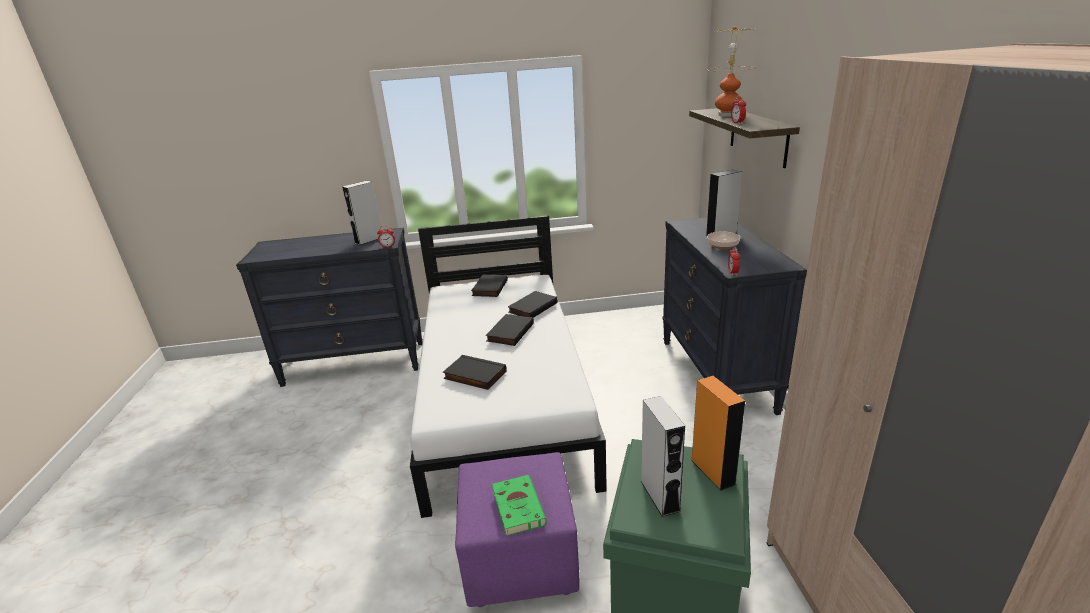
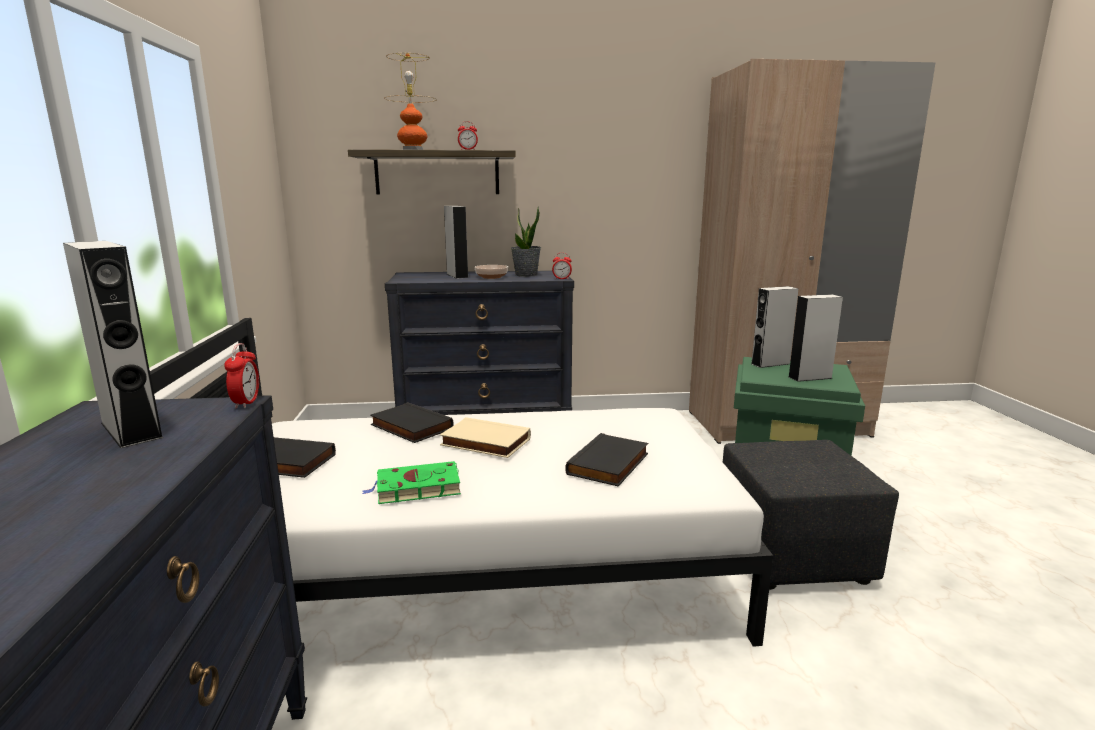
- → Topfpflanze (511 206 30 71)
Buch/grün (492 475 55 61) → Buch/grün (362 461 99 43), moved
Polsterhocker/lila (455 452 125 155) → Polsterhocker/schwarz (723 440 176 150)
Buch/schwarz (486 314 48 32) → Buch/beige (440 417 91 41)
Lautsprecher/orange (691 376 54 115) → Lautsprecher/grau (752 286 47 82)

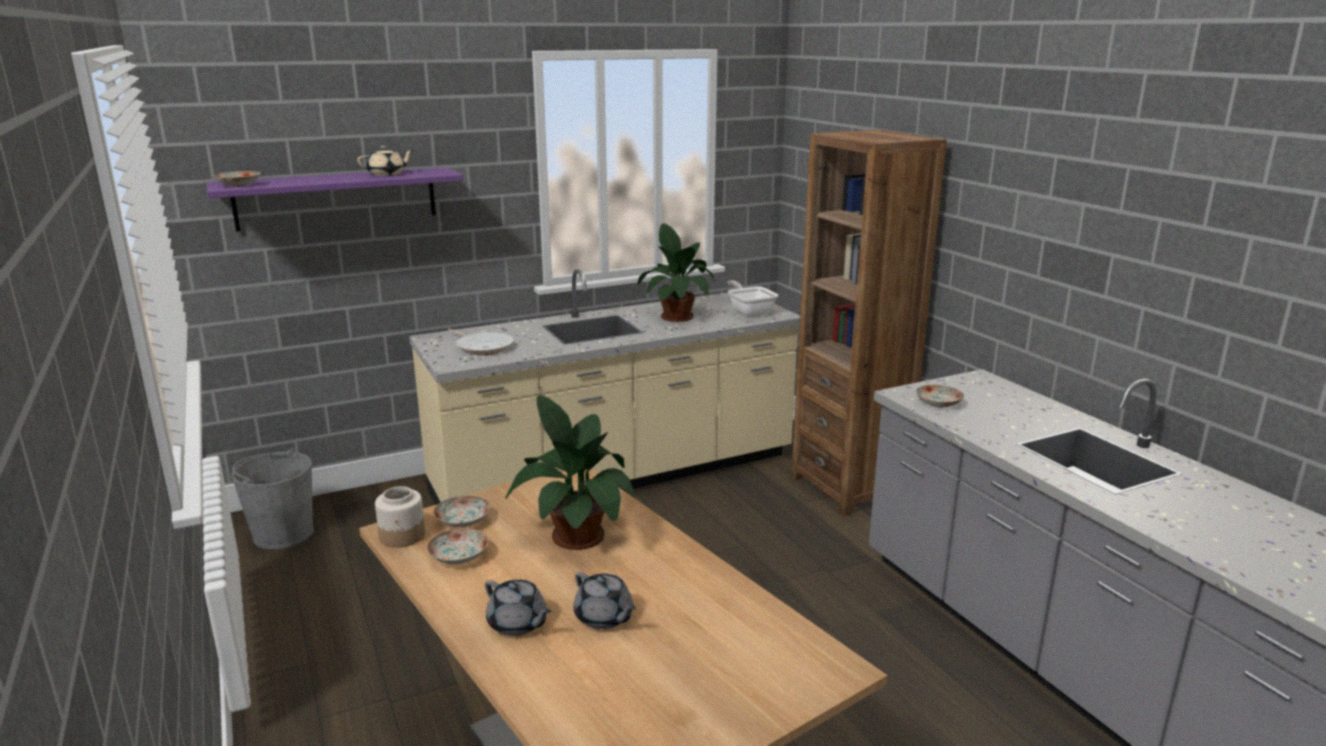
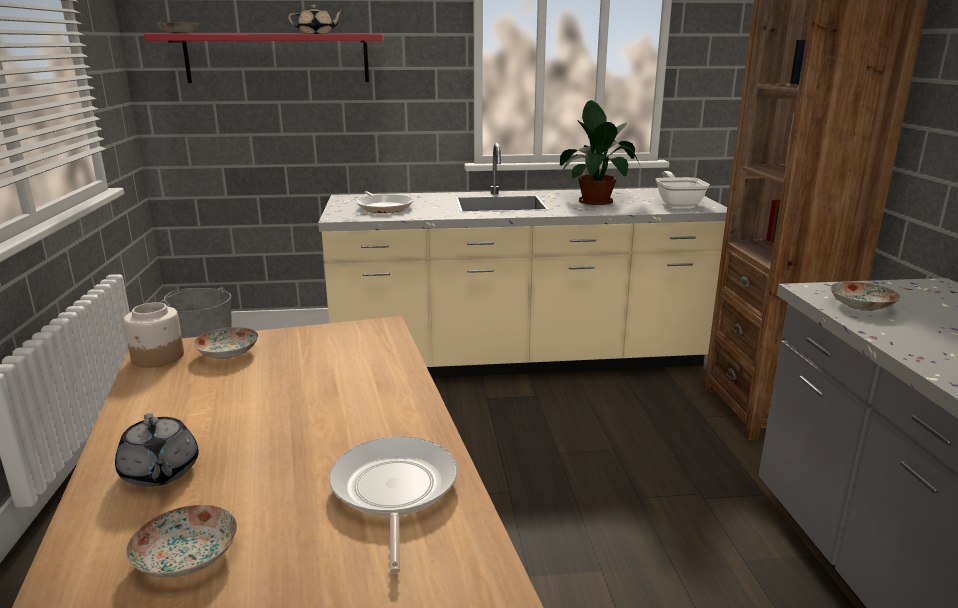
Topfpflanze (505 395 130 155) → -
Teekanne/grau (574 572 62 57) → -
- → Pfanne (329 436 129 138)
Teller (427 529 61 35) → Teller (125 505 112 72), moved
Wandregal/lila (207 167 256 65) → Wandregal/rot (144 34 240 49)

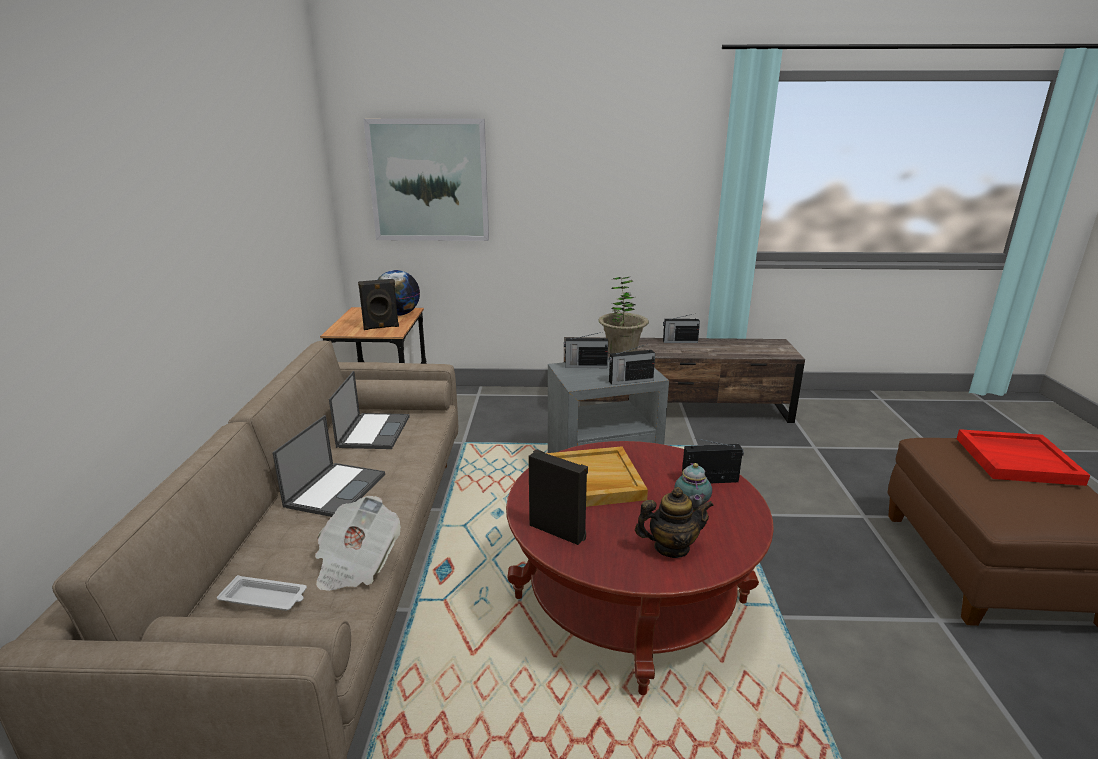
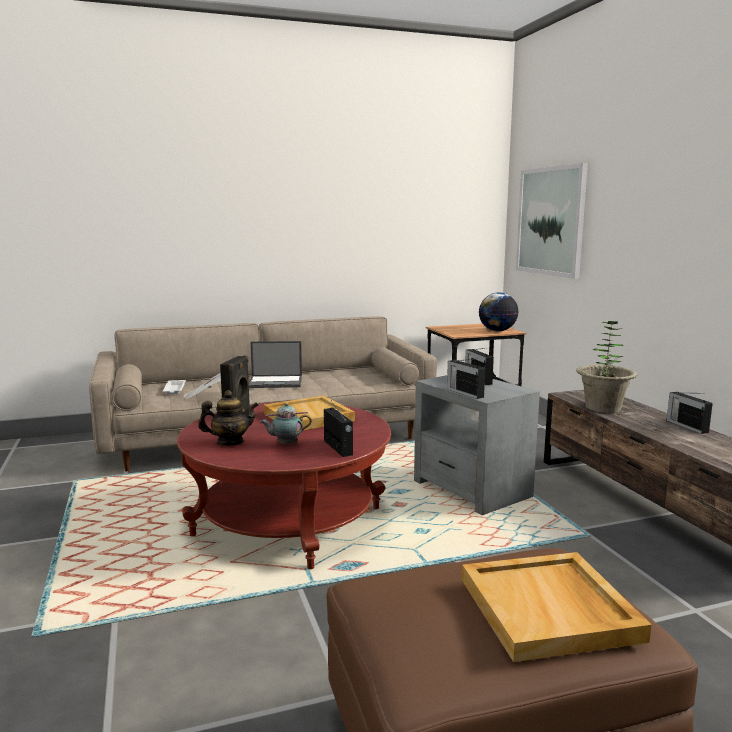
Laptop (329 371 81 78) → -
Lautsprecher/schwarz (358 279 41 51) → -
Tablett/rot (957 429 133 57) → Tablett/beige (462 552 189 110)
Teekanne (635 487 79 71) → Teekanne (198 390 61 56), 75 degrees counterclockwise

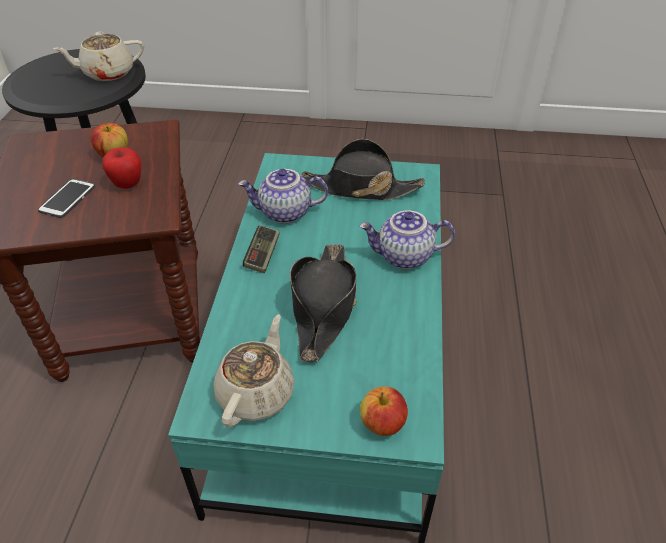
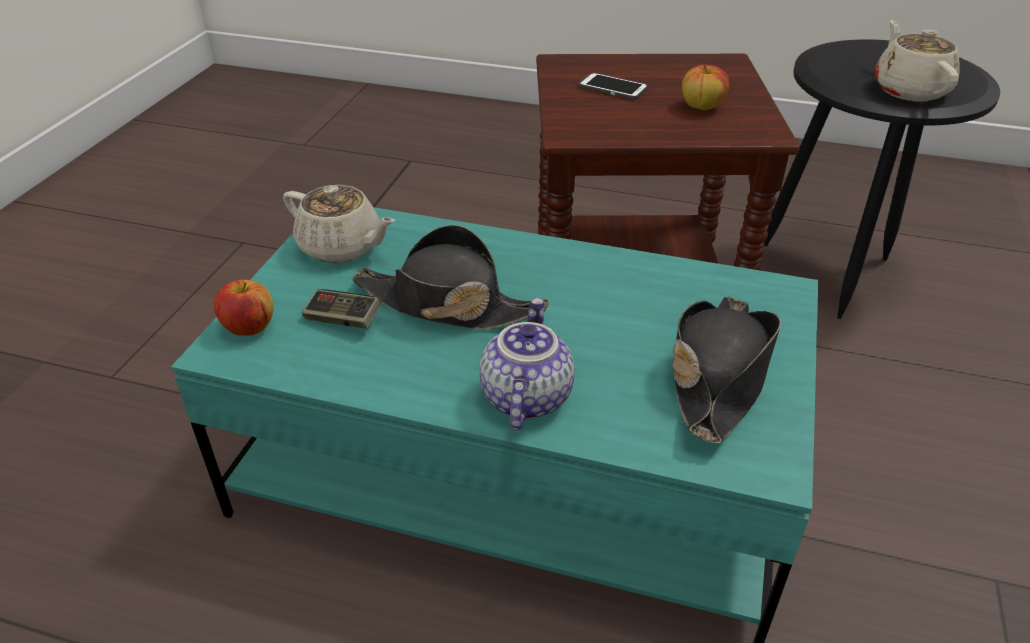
Apfel (102 147 39 42) → -
Teekanne (238 169 90 55) → -
Gamepad (243 225 37 48) → Gamepad (302 289 79 40), moved

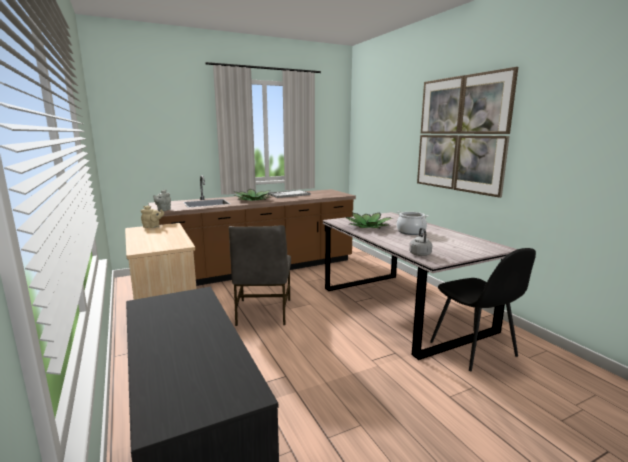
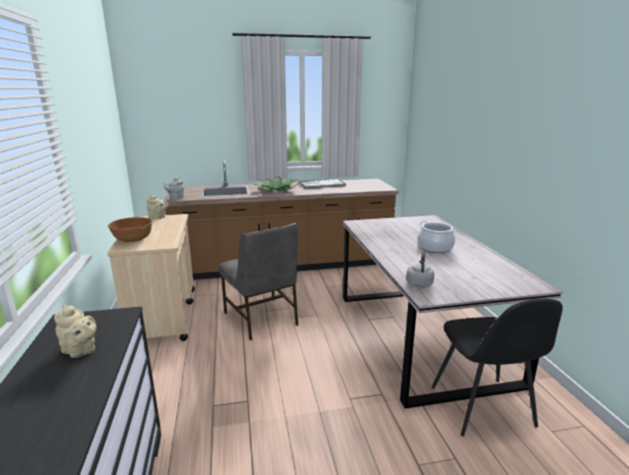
Topfpflanze (345 213 47 15) → -
Bild (417 67 101 131) → -
- → Teekanne/beige (54 305 42 53)
- → Schüssel/braun (108 217 45 25)
Stuhl/grau (229 225 62 101) → Stuhl/grau (219 223 79 118), 45 degrees counterclockwise

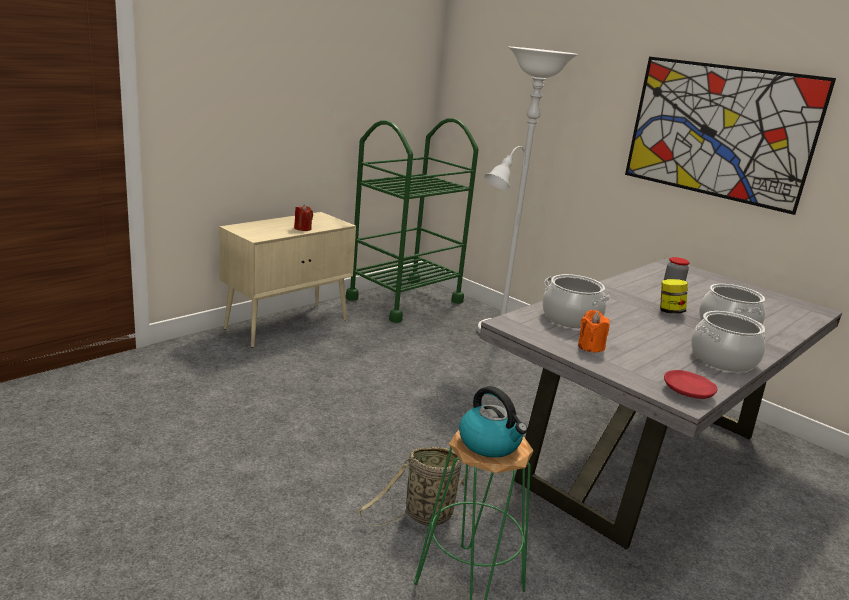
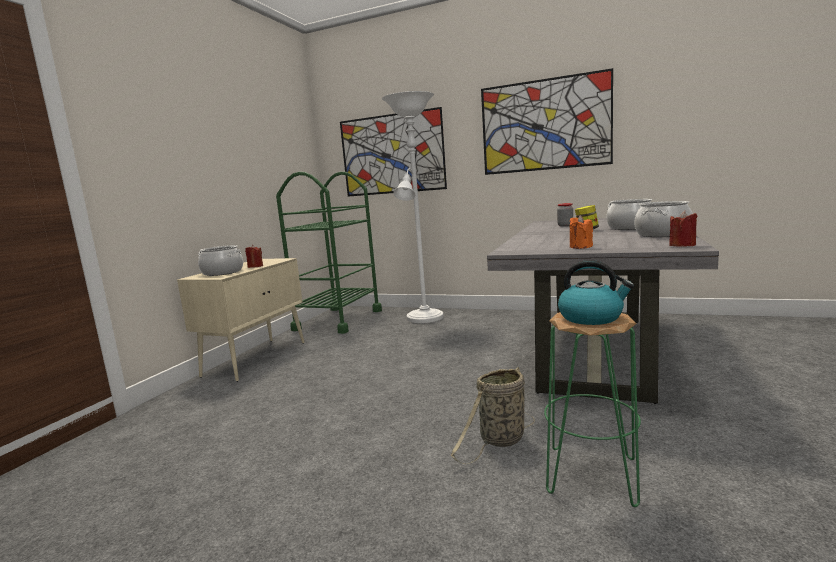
- → Bild (340 107 107 90)
Kochtopf (542 274 68 55) → Kochtopf (198 245 45 31), moved
Teller/rot (664 370 53 29) → Kerze/rot (669 211 28 36)

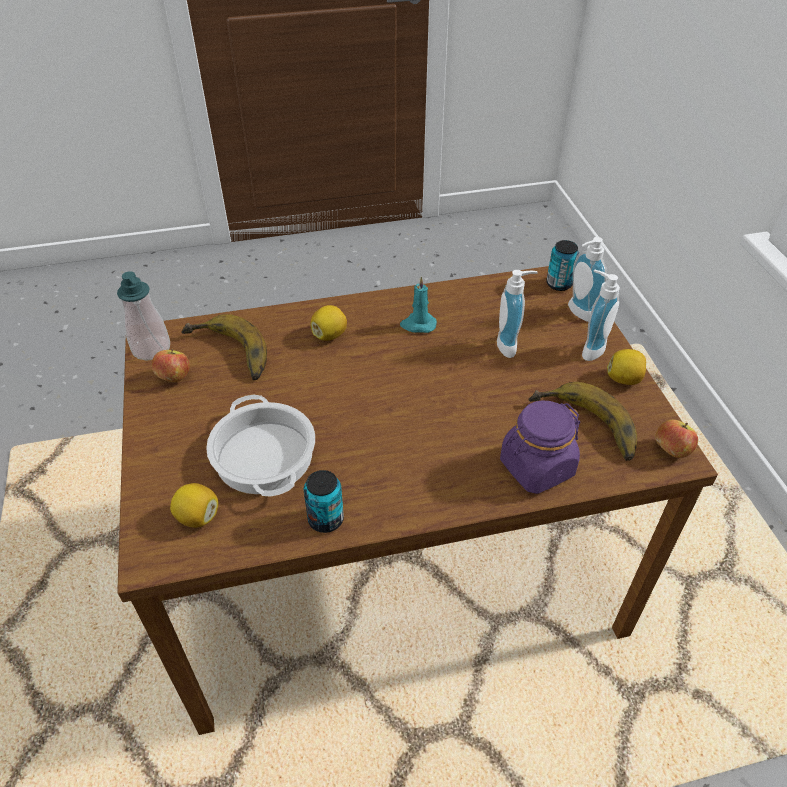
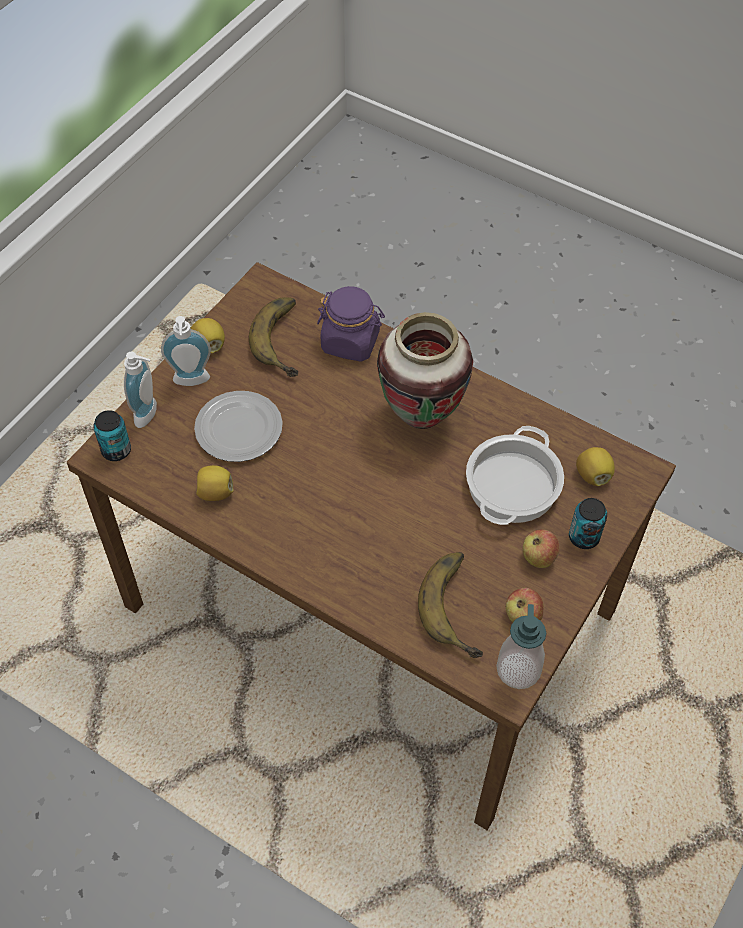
Kerze/türkis (400 277 37 56) → -
- → Vase (377 312 96 117)
Dose (304 470 40 63) → Dose (569 498 38 51), moved
Zitrone (310 305 37 36) → Zitrone (196 465 38 36), moved
Apfel (655 420 43 38) → Apfel (523 529 37 39), moved
Seifenspender (497 270 41 88) → Teller (194 391 89 71)

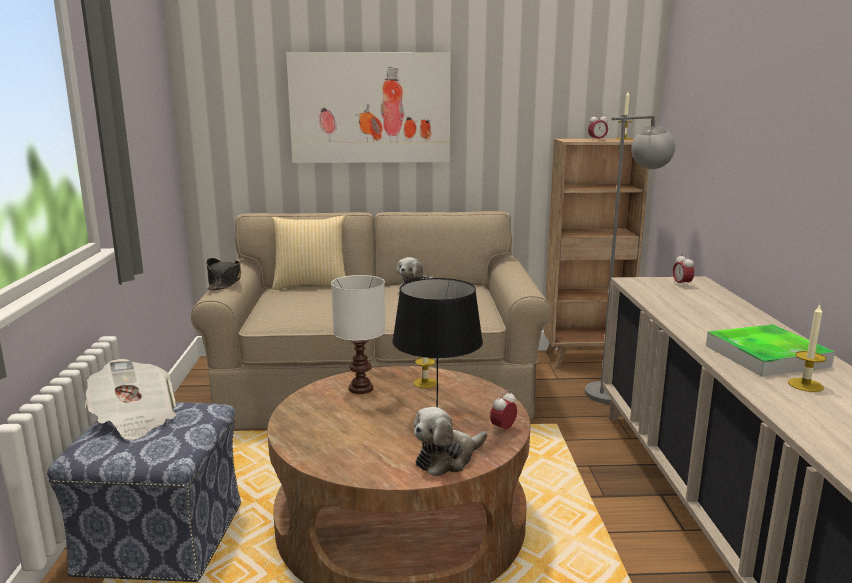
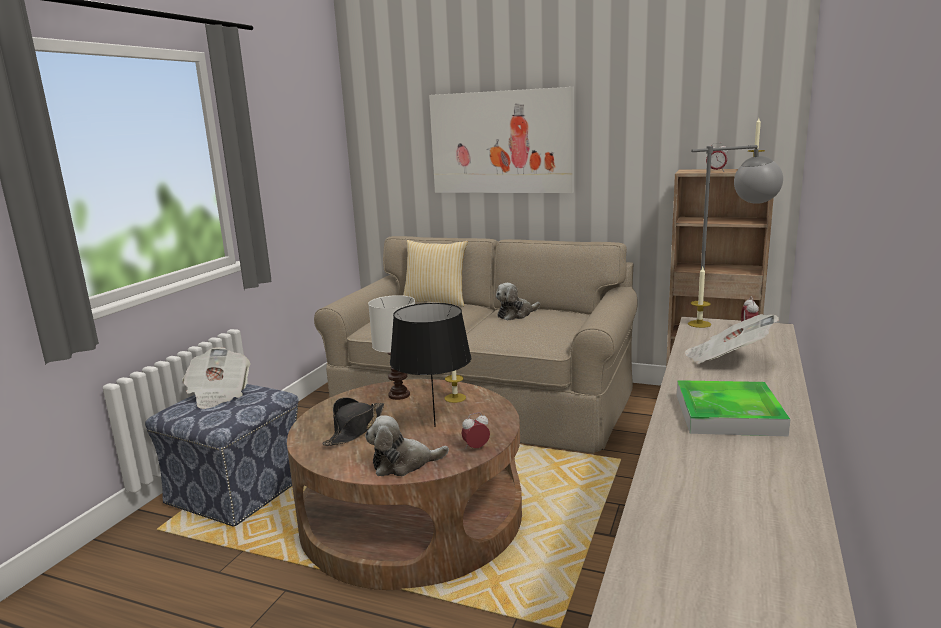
- → Zeitung (684 314 95 50)
Hut/schwarz (206 258 35 32) → Hut/schwarz (322 397 62 49), moved
Kerze (788 304 38 88) → Kerze (688 267 23 61), moved

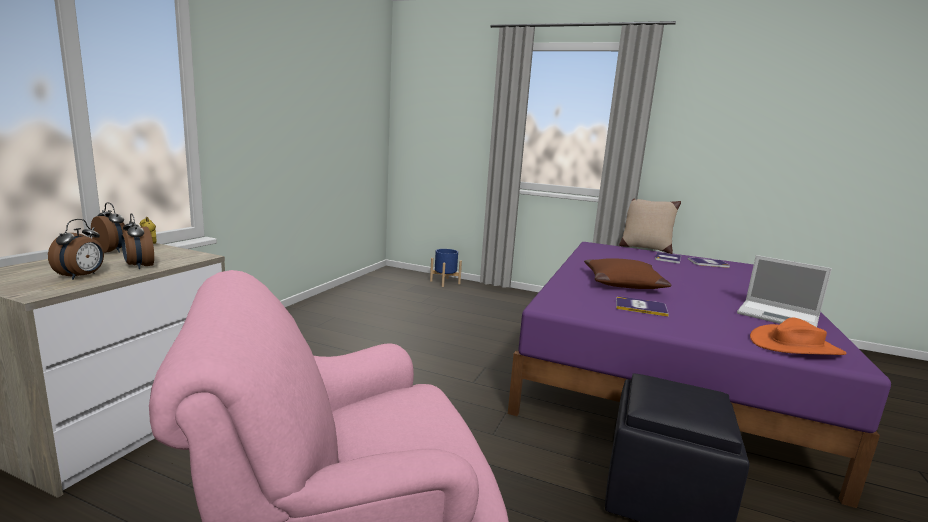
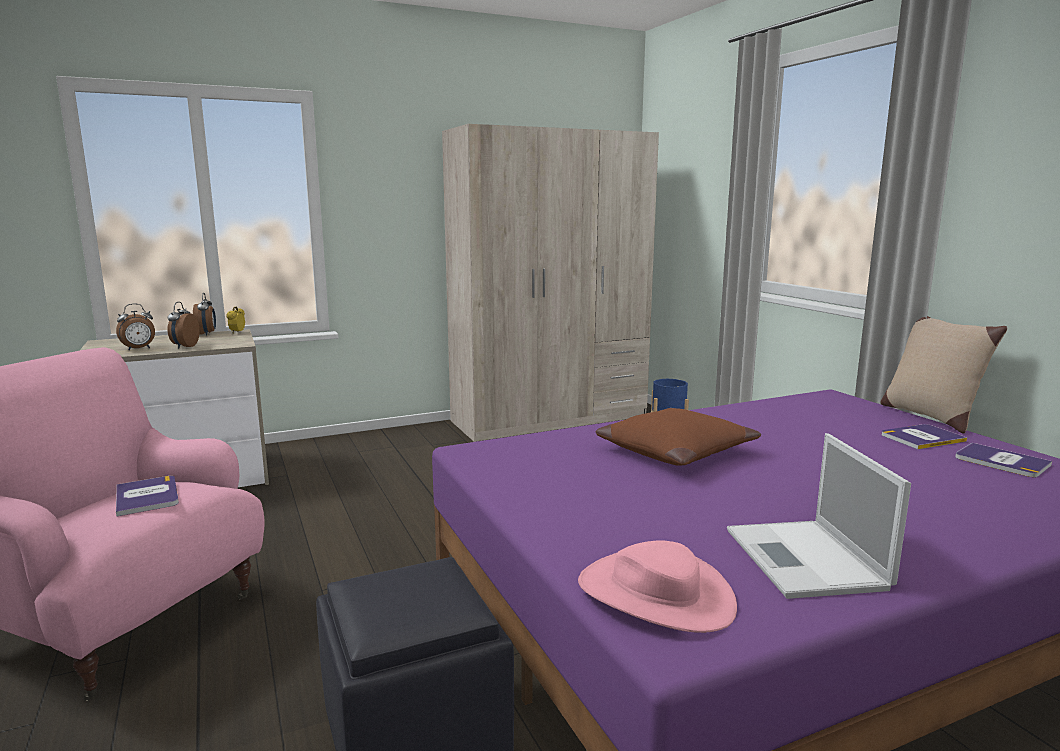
- → Kleiderschrank/beige (442 124 217 318)
Buch (616 296 53 21) → Buch (116 476 63 41), moved
Hut/orange (750 318 97 37) → Hut/rosa (578 540 159 93)

